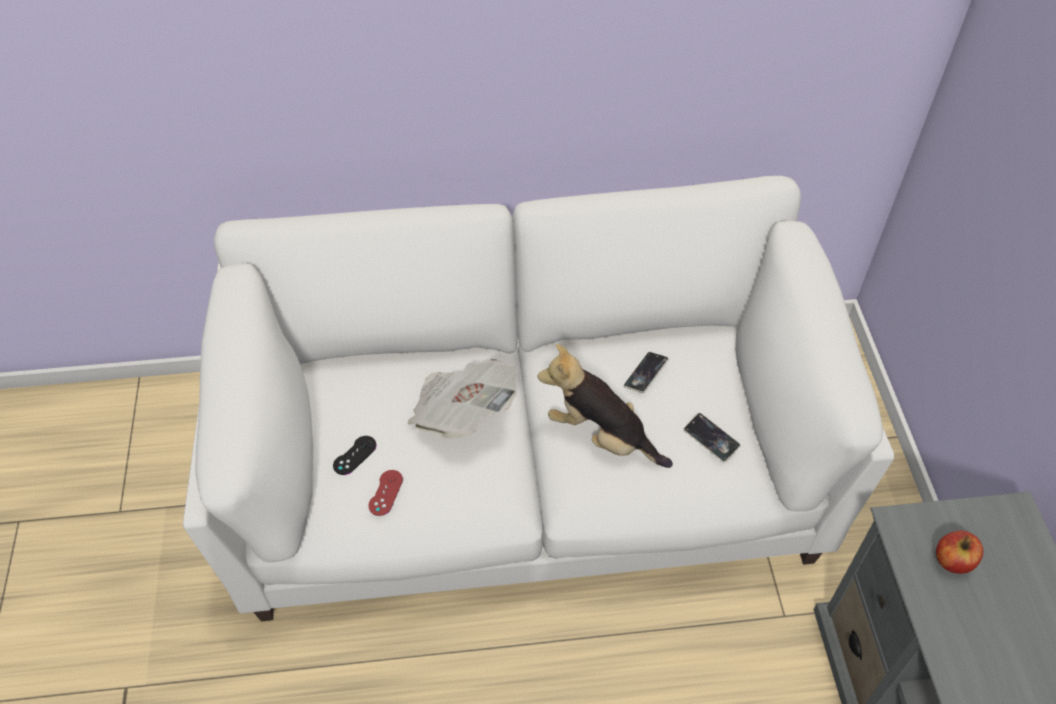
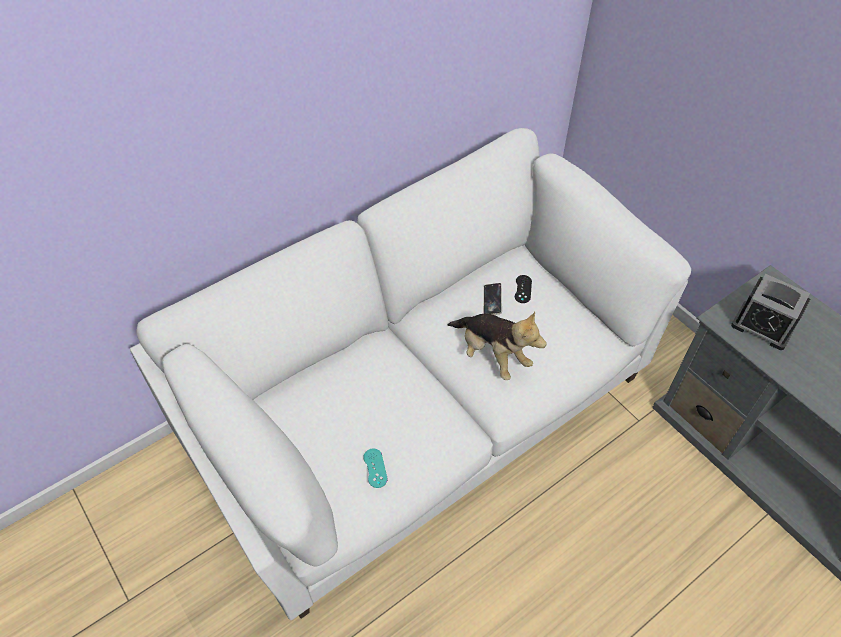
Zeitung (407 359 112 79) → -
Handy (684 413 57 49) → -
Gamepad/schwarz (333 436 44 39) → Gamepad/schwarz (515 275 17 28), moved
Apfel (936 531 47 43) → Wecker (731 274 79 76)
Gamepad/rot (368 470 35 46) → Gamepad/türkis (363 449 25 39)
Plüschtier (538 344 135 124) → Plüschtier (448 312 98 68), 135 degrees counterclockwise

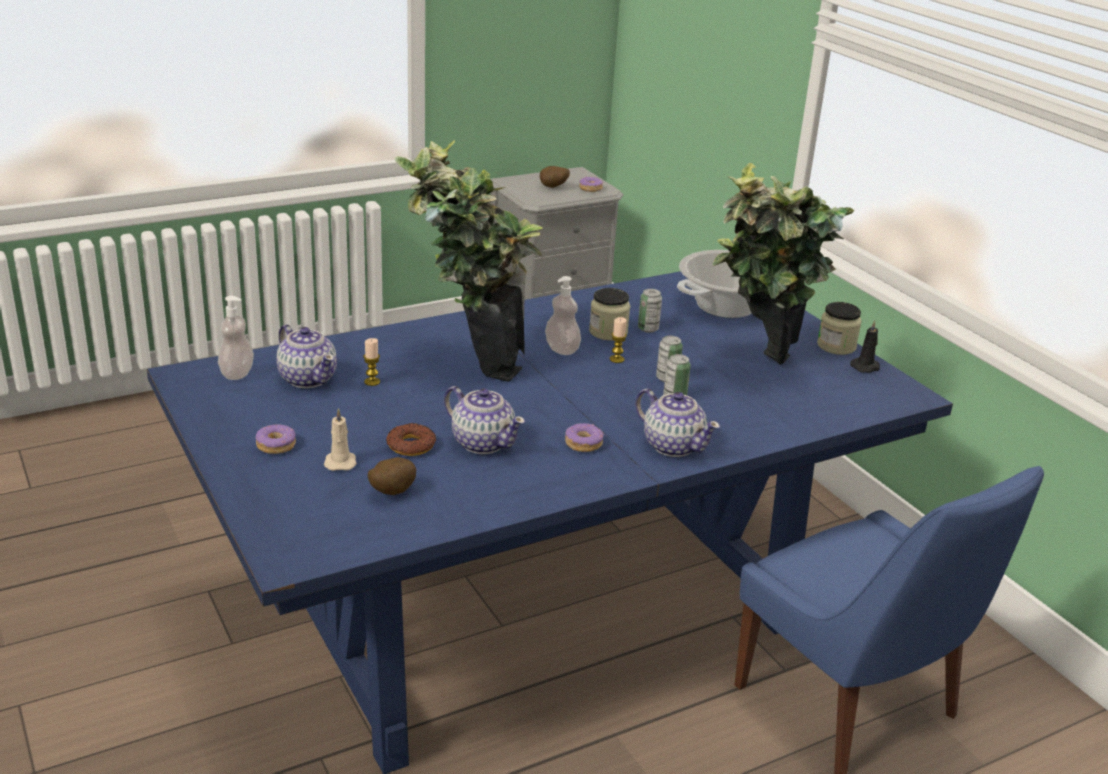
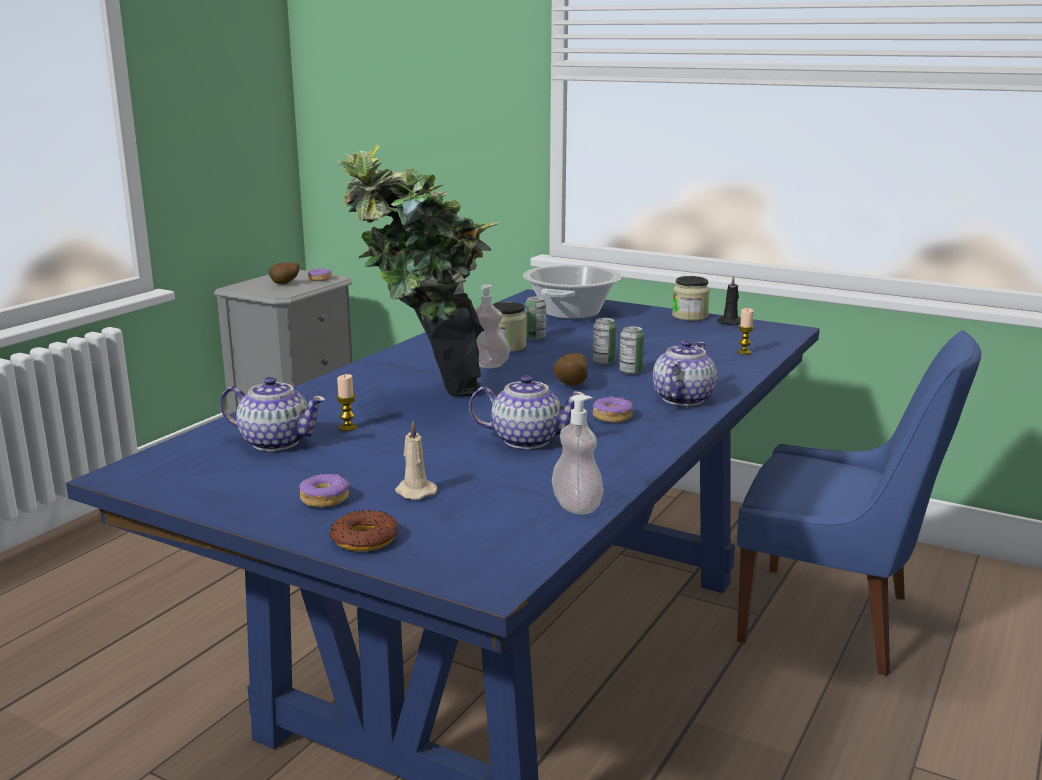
Topfpflanze (712 163 142 202) → -
Seifenspender (218 296 36 84) → Seifenspender (552 395 52 120), moved
Kartoffel (368 457 48 38) → Kartoffel (554 353 34 33), moved
Donut (386 423 50 33) → Donut (330 510 68 42), moved
Kerze (610 317 17 46) → Kerze (737 308 17 47), moved
Teekanne (635 388 85 69) → Teekanne (653 340 64 66), 75 degrees counterclockwise

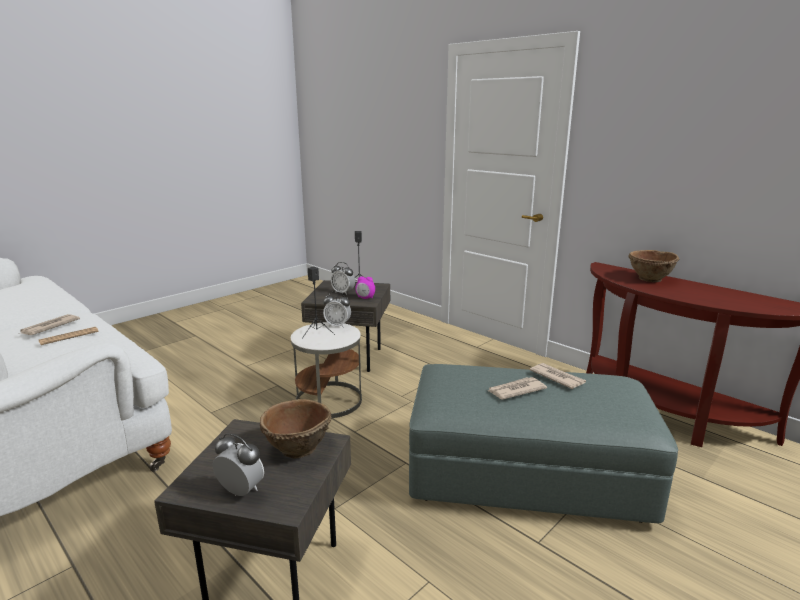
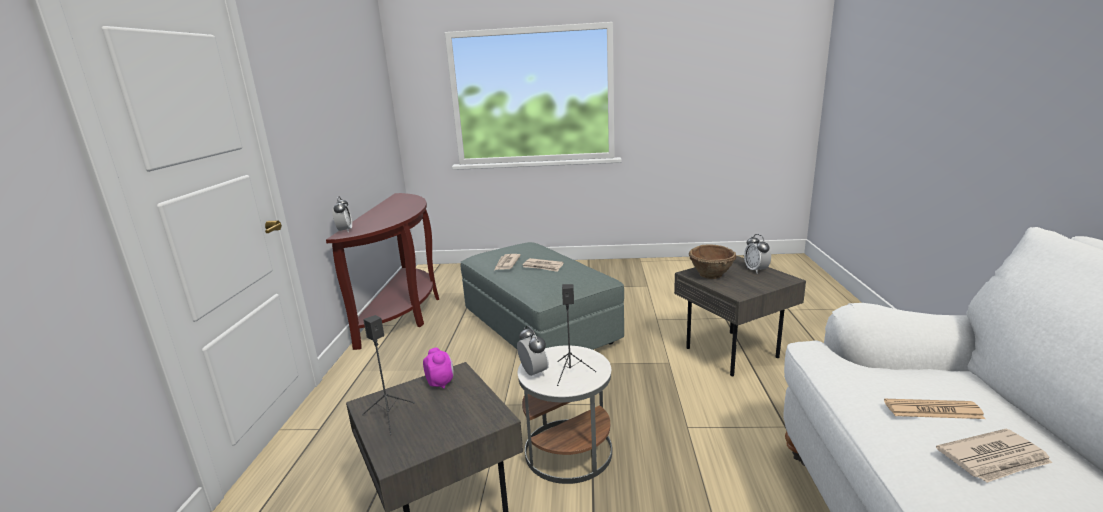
Schüssel/braun (628 250 52 32) → -
Wecker (331 262 24 33) → Wecker (332 196 20 37), moved

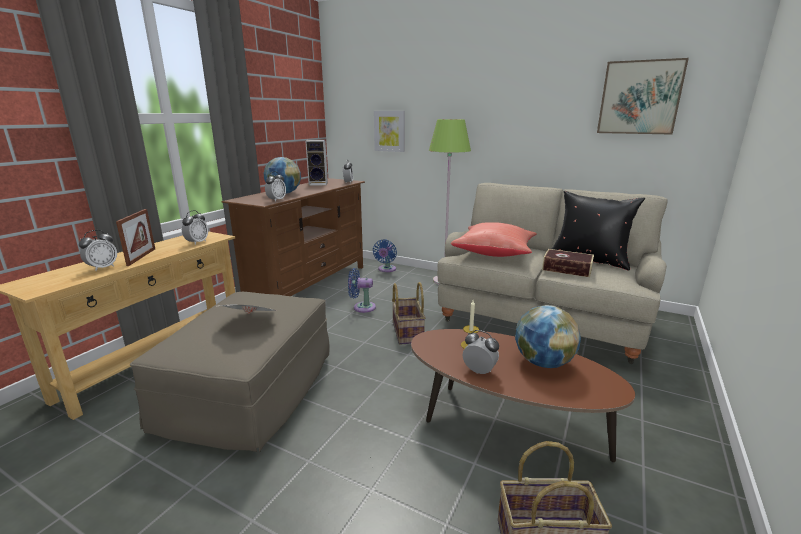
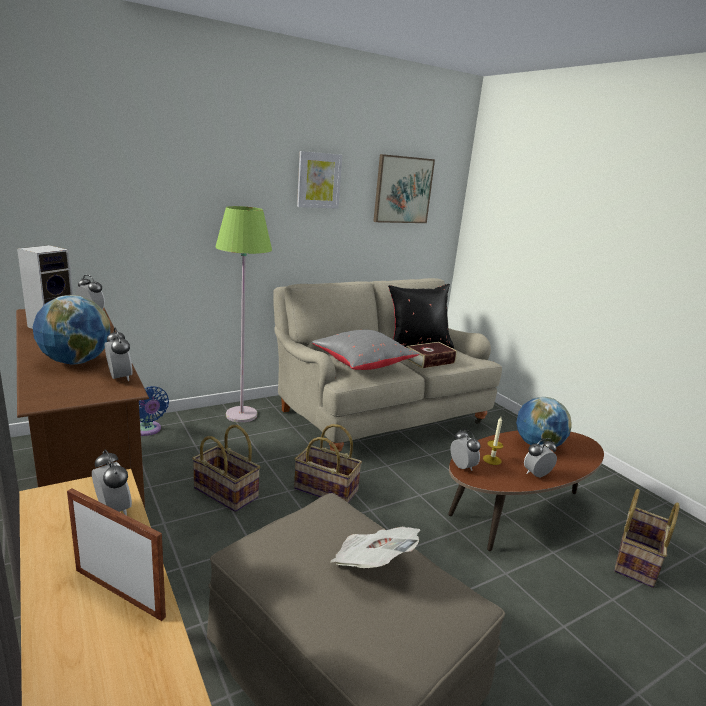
Wecker (79 230 38 41) → Wecker (451 428 30 43), moved
Bild (374 111 31 41) → Bild (297 151 45 58), moved
Ventilator/blau (348 268 28 45) → Korb (192 425 68 87)
Kissen/rot (451 222 86 35) → Kissen/grau (312 330 107 40)

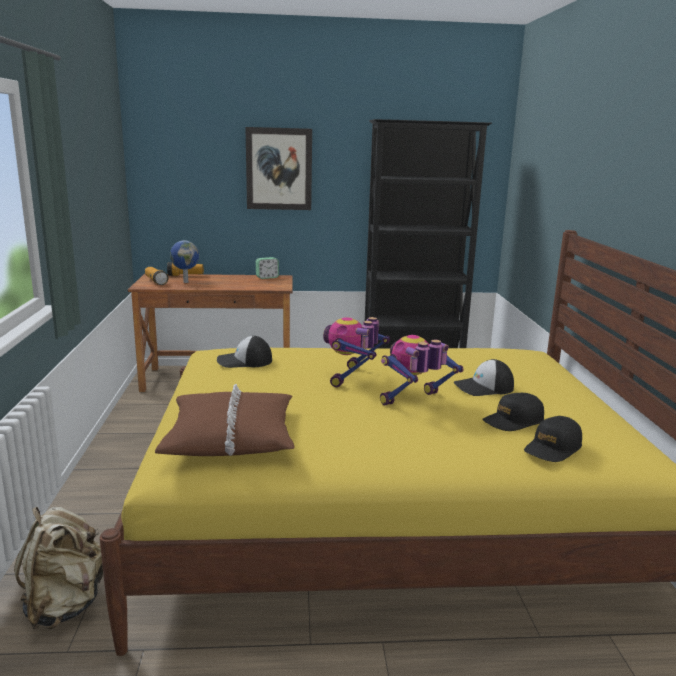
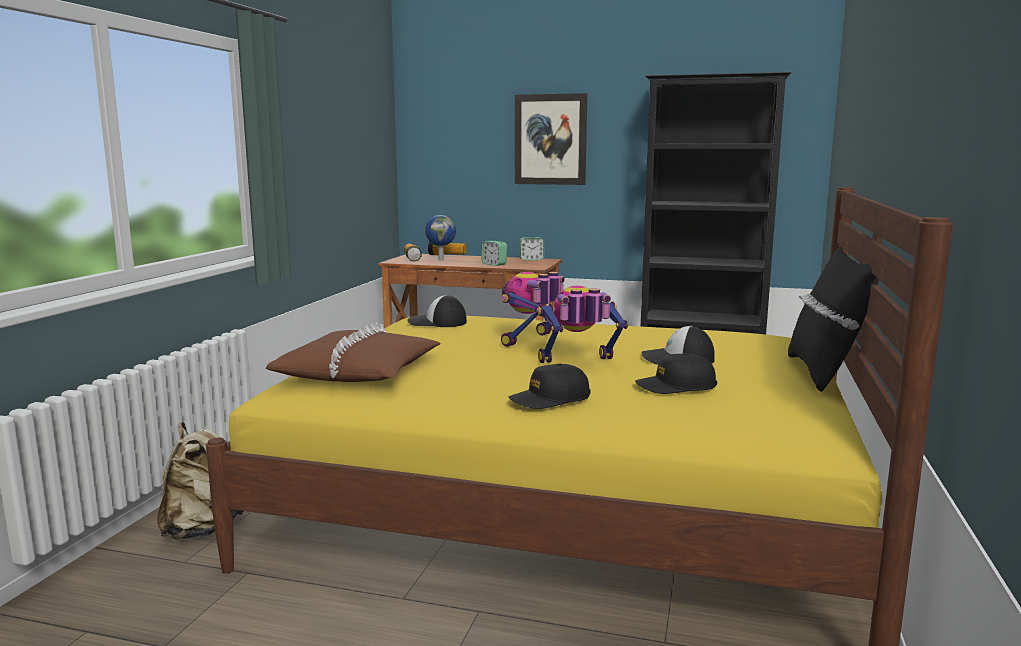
- → Wecker (482 241 25 25)
- → Kissen/schwarz (788 246 91 146)
Kappe/schwarz (524 416 58 46) → Kappe/schwarz (509 364 82 45), moved

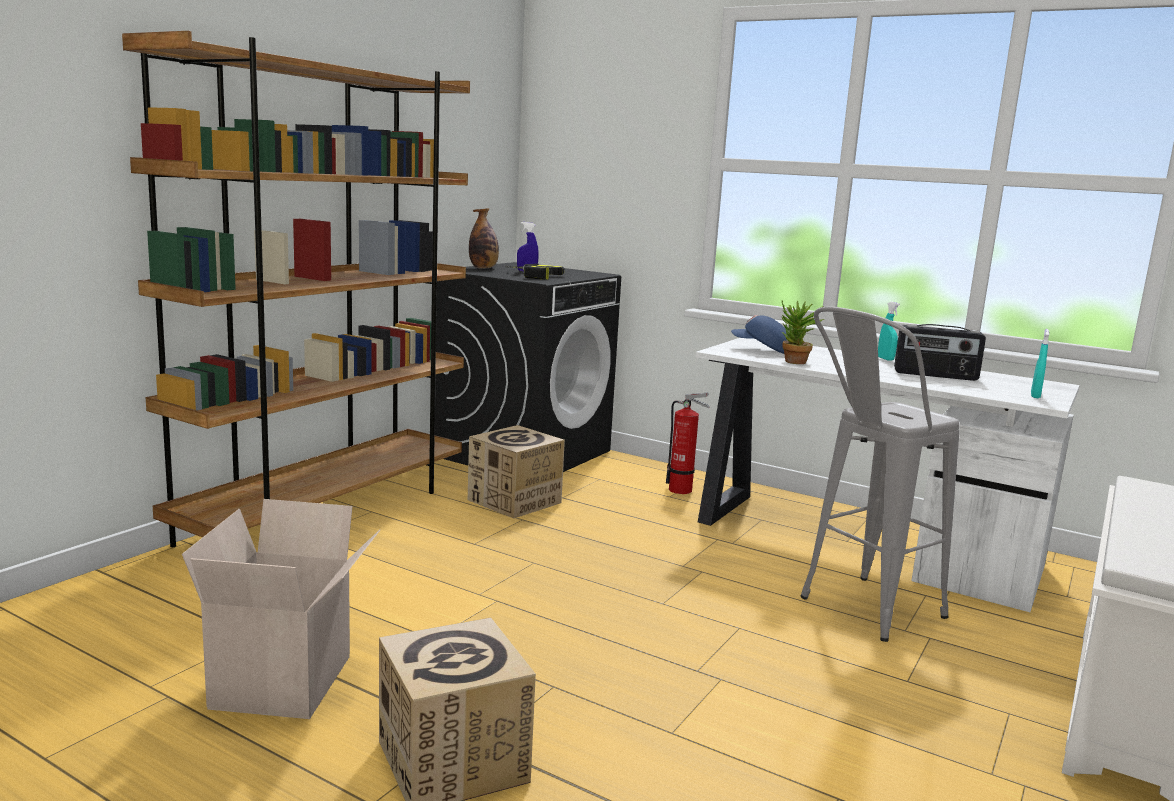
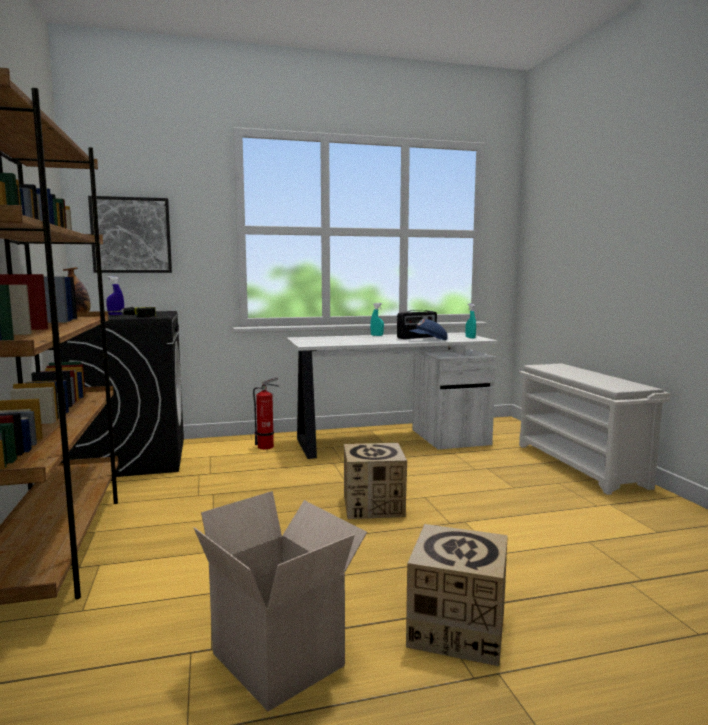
Topfpflanze (781 300 44 64) → -
Hocker/grau (800 307 159 335) → -
- → Bild (88 196 84 77)
Karton (468 425 97 93) → Karton (344 443 63 76), moved
Kappe/blau (731 315 56 39) → Kappe/blau (409 319 39 21), moved

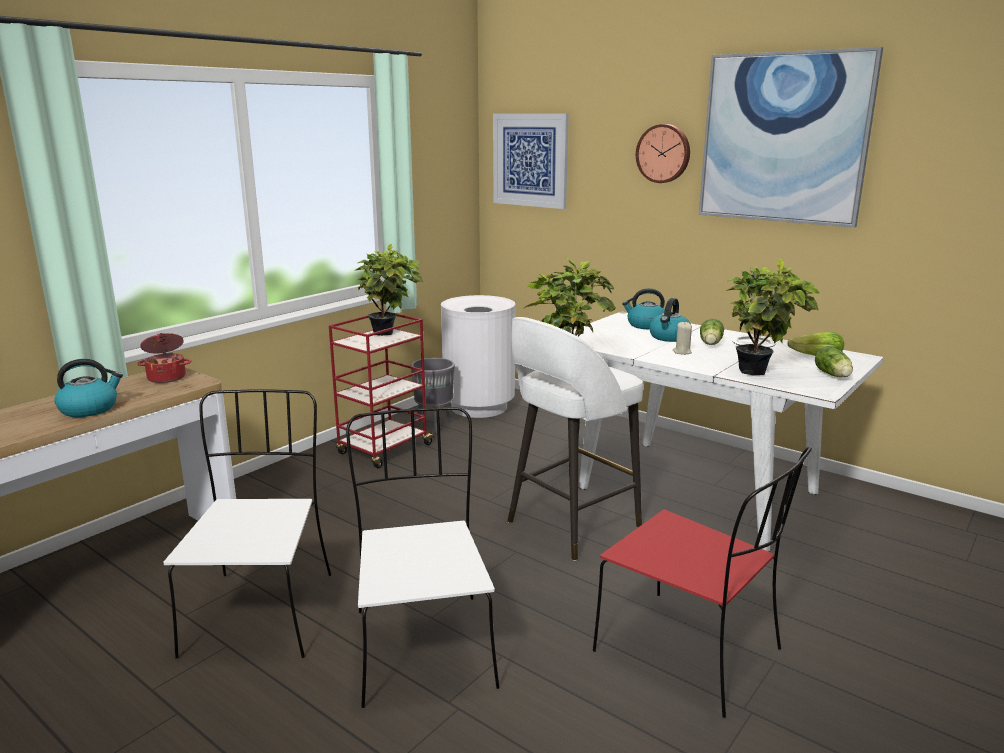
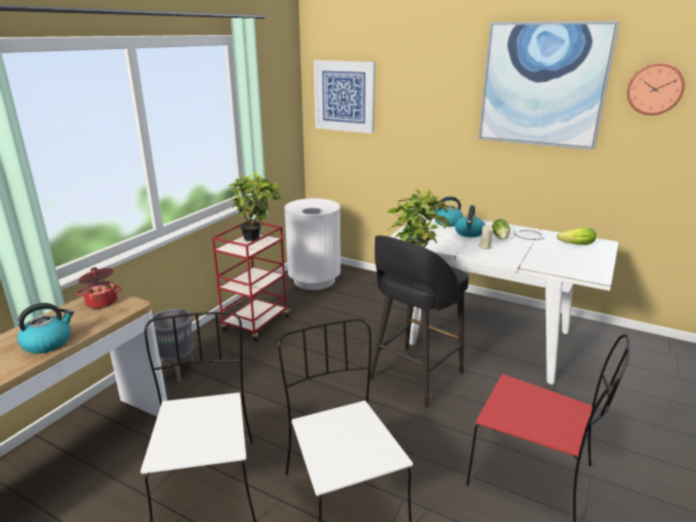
Topfpflanze (726 259 93 117) → -
Salatkopf (815 346 38 31) → -
Pflanzkübel/grau (411 358 44 76) → Pflanzkübel/grau (152 309 43 74), moved
Wanduhr (636 124 54 59) → Wanduhr (627 63 58 52), moved
Hocker/weiß (507 317 136 244) → Hocker/schwarz (370 236 99 172)

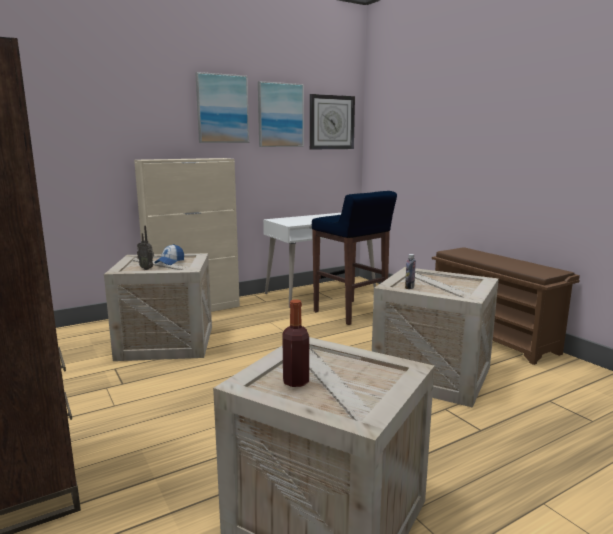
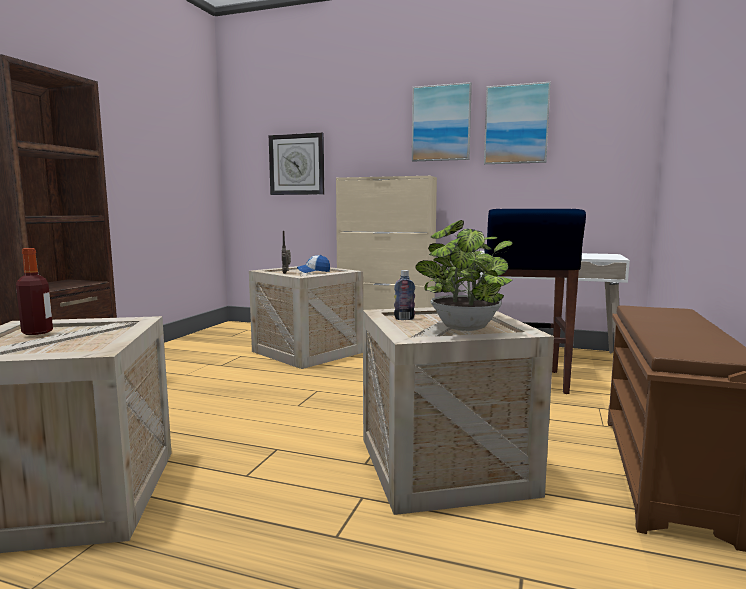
- → Topfpflanze (415 220 98 111)
Wanduhr (310 94 45 55) → Wanduhr (269 133 55 62), moved

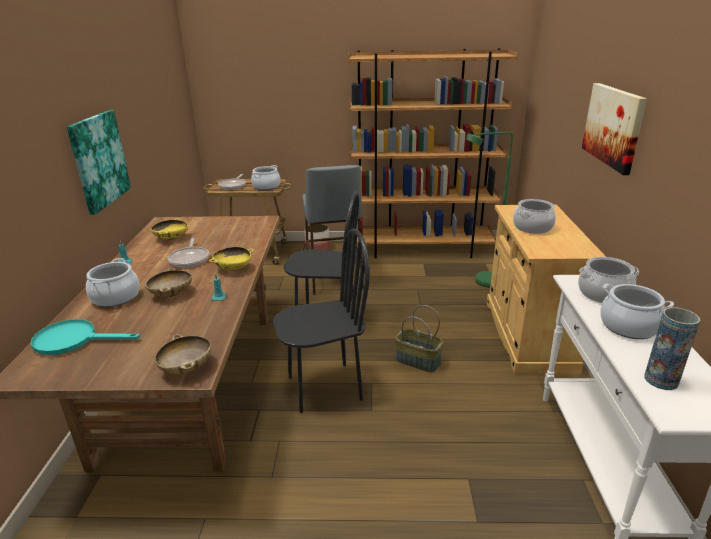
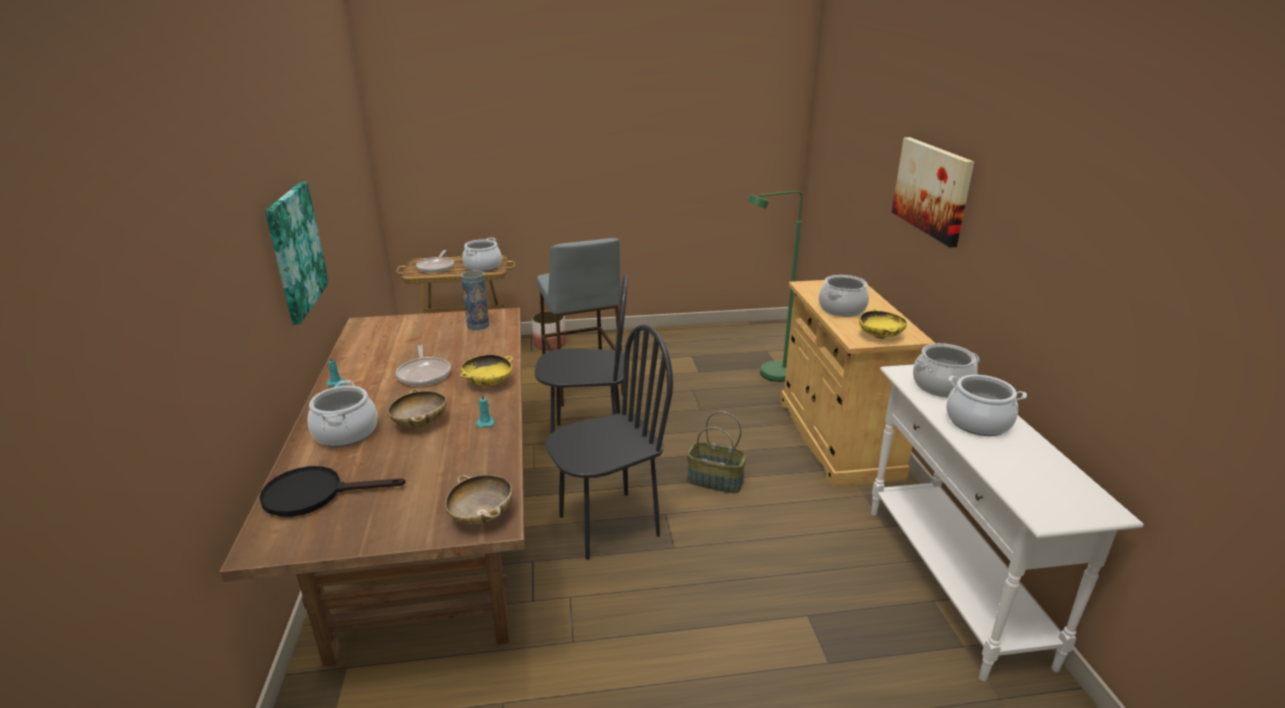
Bücherregal/braun (348 48 171 210) → -
Schüssel/gelb (151 218 37 22) → Schüssel/gelb (859 308 48 31), moved
Vase (644 307 56 83) → Vase (461 270 28 60), moved
Pfanne/türkis (31 319 109 36) → Pfanne/schwarz (259 466 147 51)

